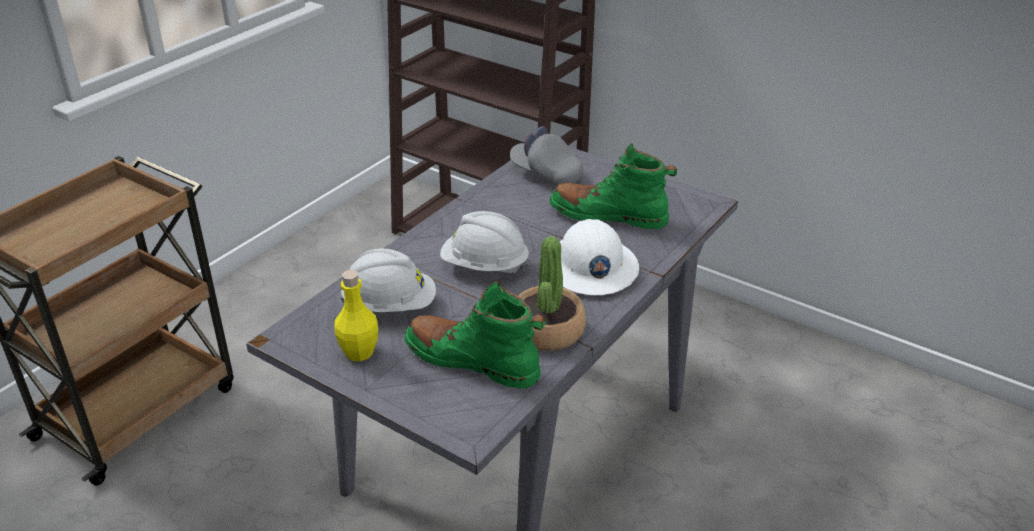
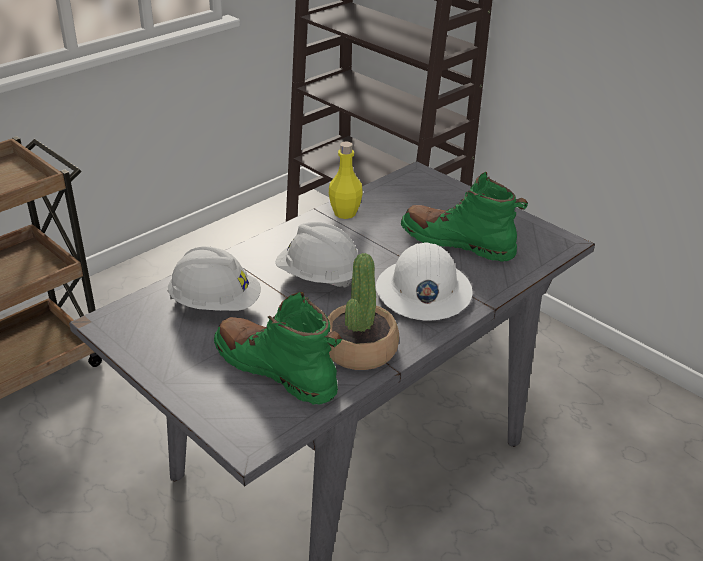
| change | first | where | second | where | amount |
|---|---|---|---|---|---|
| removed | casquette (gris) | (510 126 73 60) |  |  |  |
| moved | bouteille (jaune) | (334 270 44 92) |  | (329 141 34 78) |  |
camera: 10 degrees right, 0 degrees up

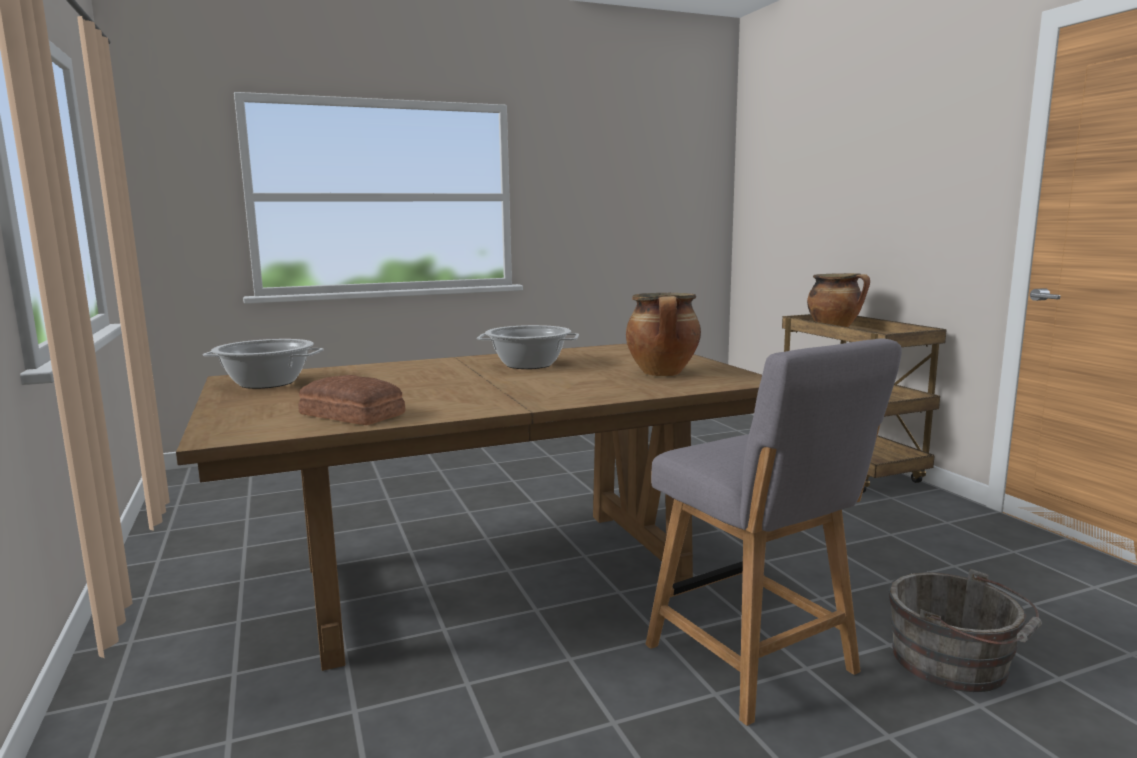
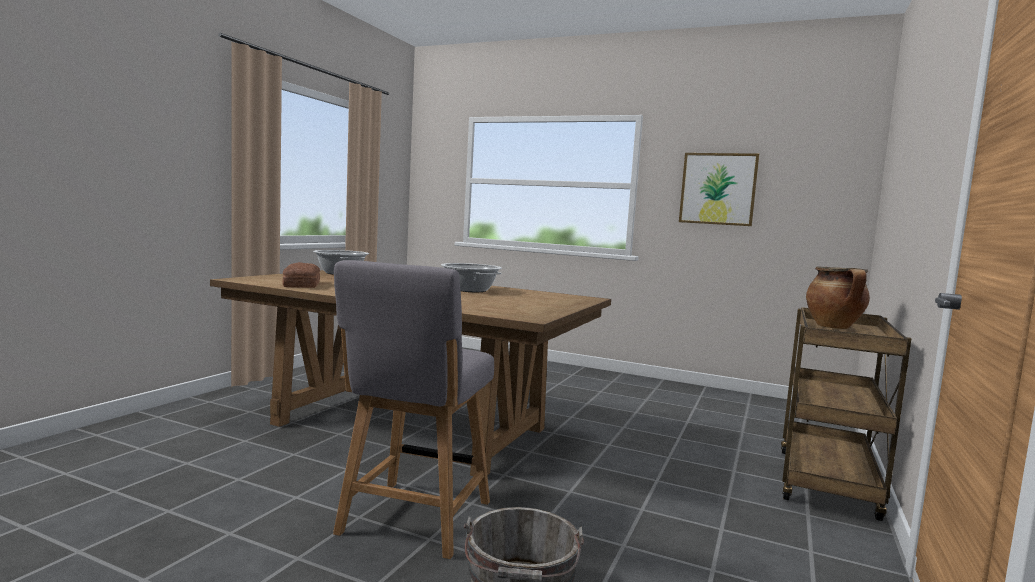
| change | first | where | second | where | amount |
|---|---|---|---|---|---|
| removed | marmite | (626 293 75 83) |  |  |  |
| added |  |  | tableau | (679 153 80 73) |  |
camera: 45 degrees right, 5 degrees down

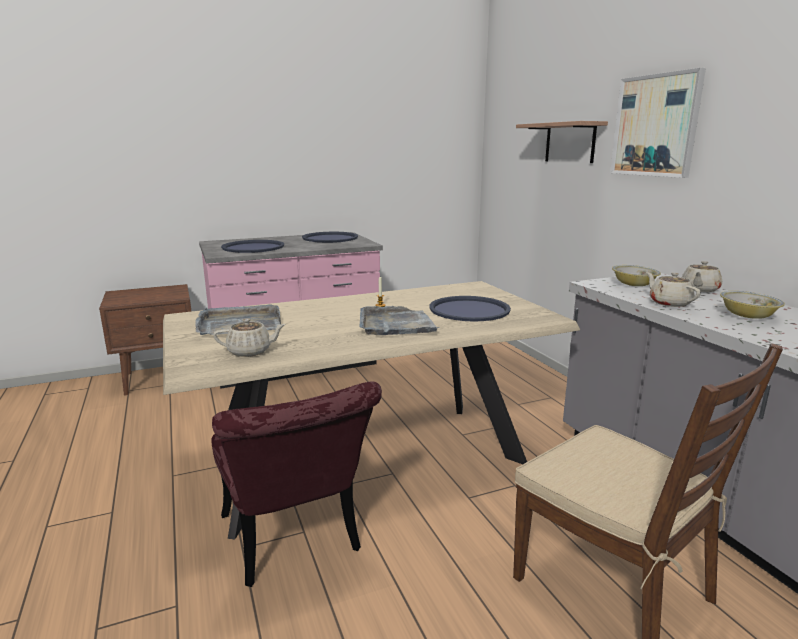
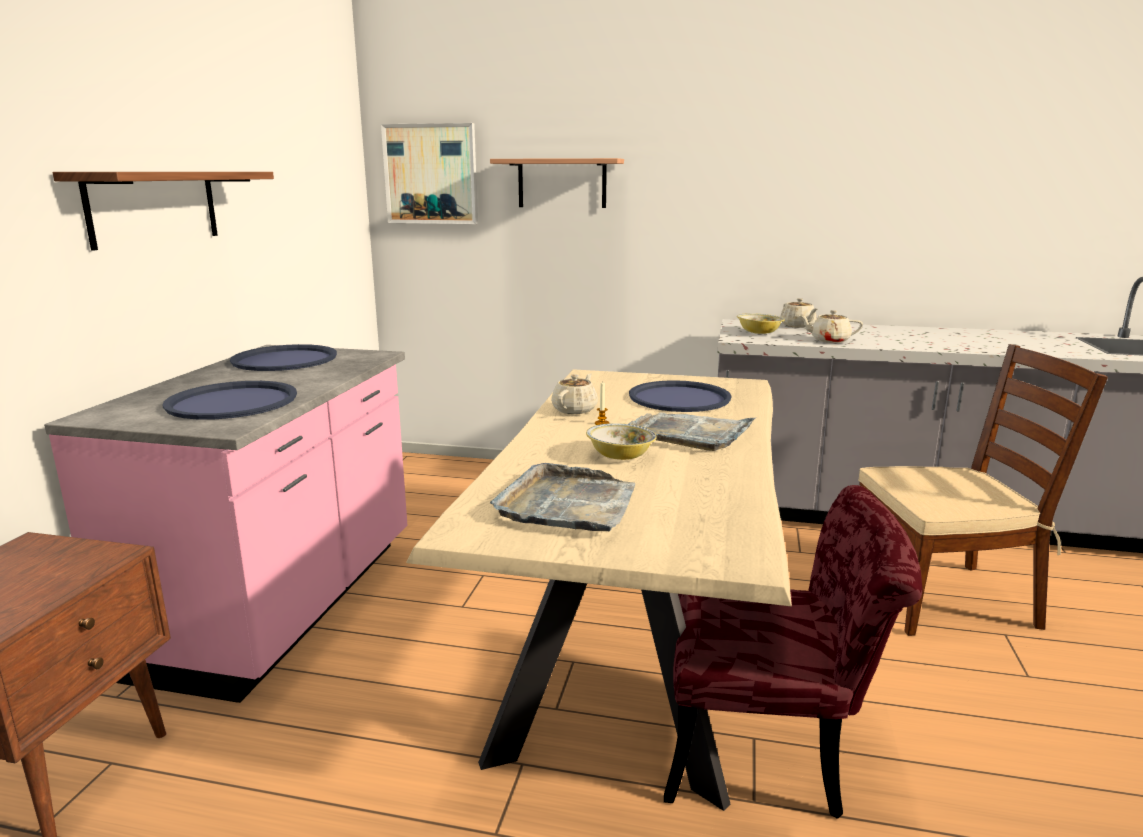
| change | first | where | second | where | amount |
|---|---|---|---|---|---|
| moved | tableau | (610 68 96 110) |  | (381 123 97 101) |  |
| moved | bol | (720 291 65 28) |  | (586 423 71 37) |  |
| moved | théière (beige) | (213 318 73 39) |  | (551 373 47 41) |  |
| added |  |  | étagère | (53 172 221 79) |  |
camera: 55 degrees left, 0 degrees up

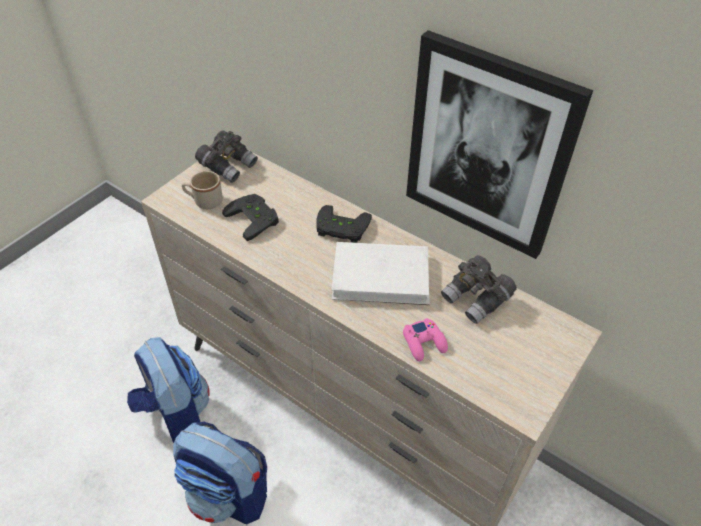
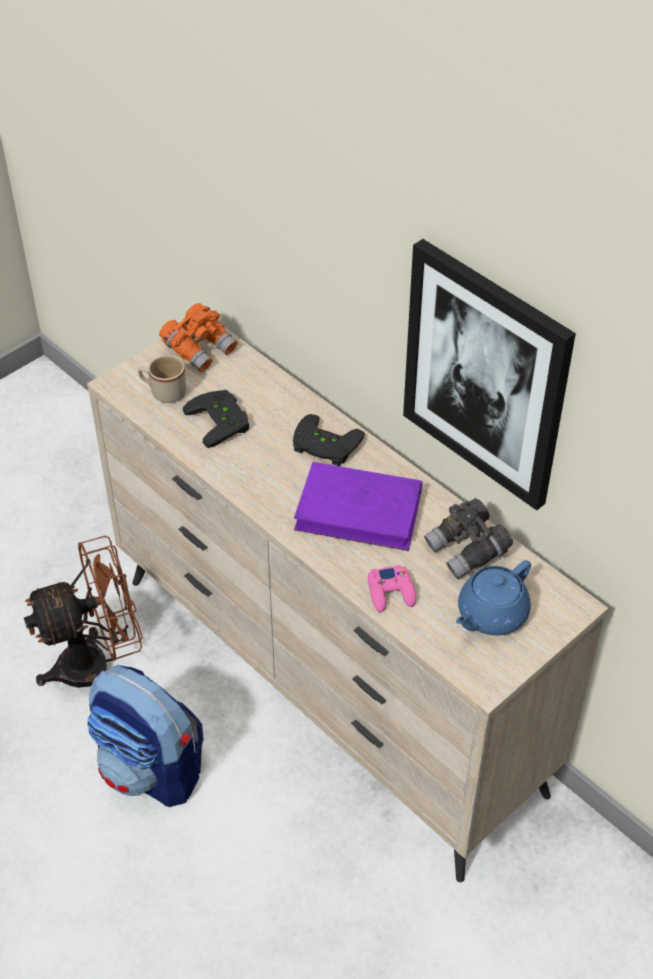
| change | first | where | second | where | amount |
|---|---|---|---|---|---|
| recoloured | jumelles (gris) | (195 130 63 53) | jumelles (orange) | (159 303 79 69) |  |
| recoloured | livre (blanc) | (332 242 98 63) | livre (violet) | (294 462 128 89) |  |
| replaced | sac à dos | (127 337 83 106) | ventilateur (marron) | (24 536 119 152) |  |
| added |  |  | théière (bleu) | (456 560 75 75) |  |
camera: 10 degrees right, 0 degrees up

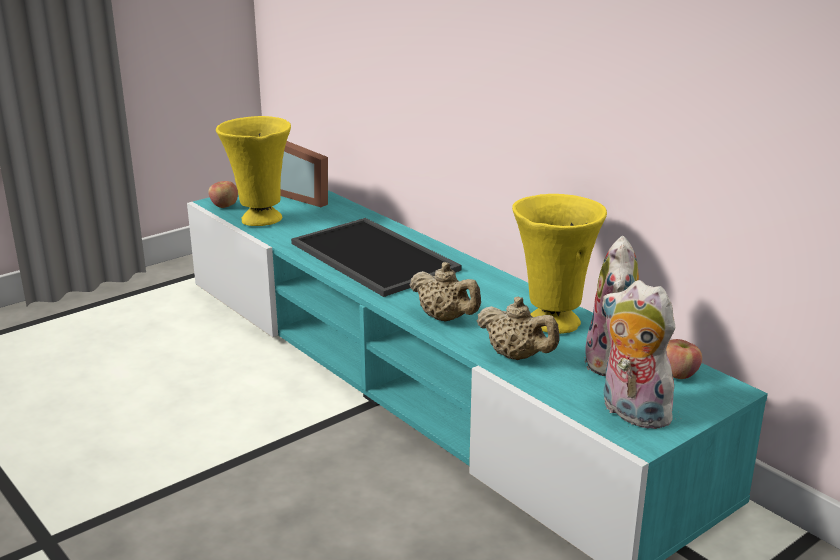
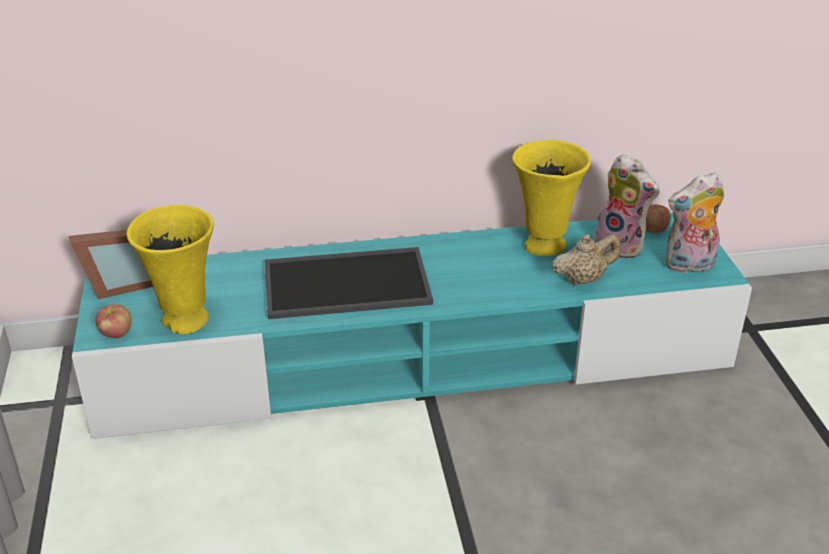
| change | first | where | second | where | amount |
|---|---|---|---|---|---|
| removed | théière (beige) | (410 262 71 60) |  |  |  |
camera: 60 degrees left, 10 degrees up

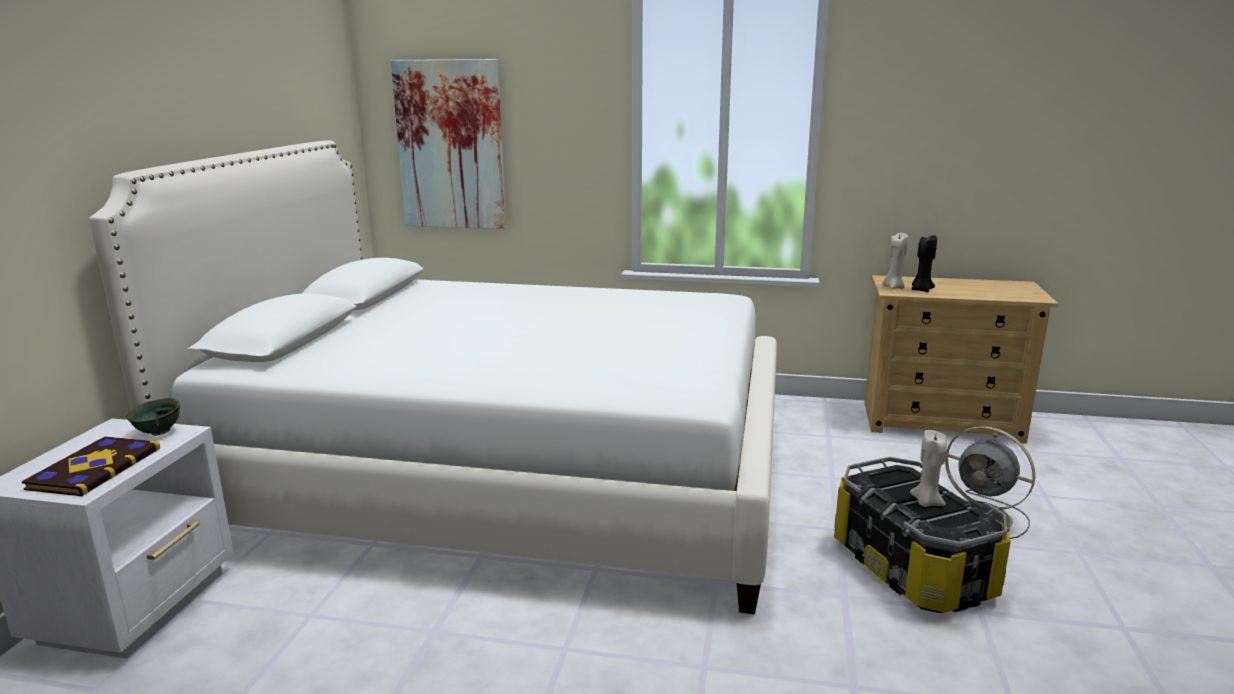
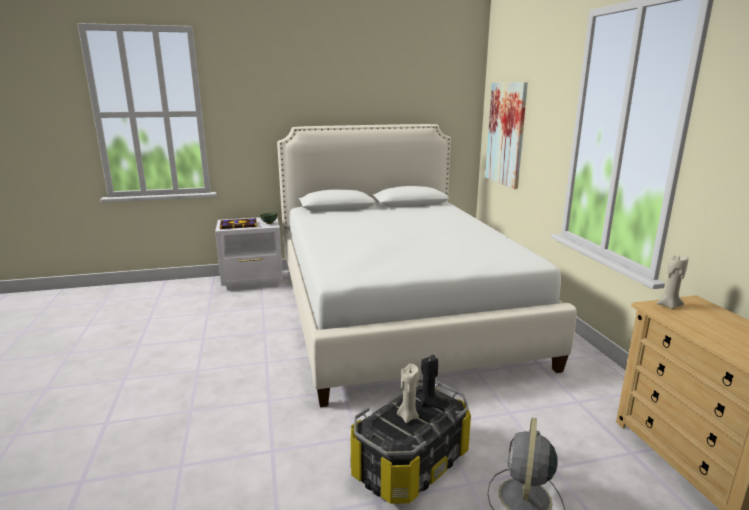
| change | first | where | second | where | amount |
|---|---|---|---|---|---|
| moved | bougie (noir) | (912 235 25 57) |  | (418 355 20 53) |  |
camera: 65 degrees right, 0 degrees up

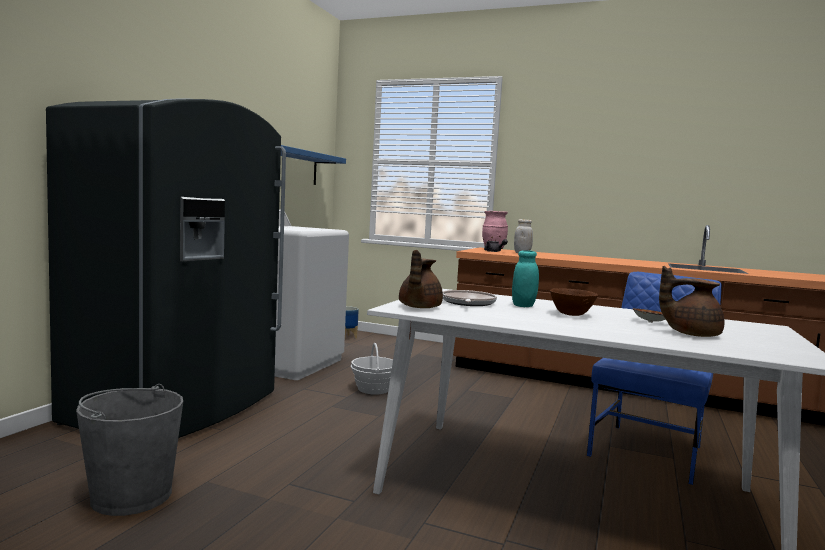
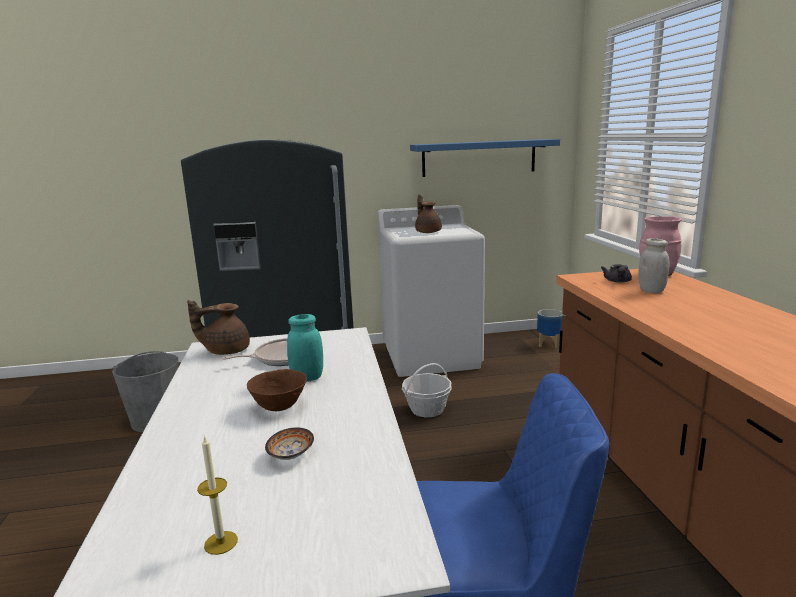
| change | first | where | second | where | amount |
|---|---|---|---|---|---|
| moved | théière (marron) | (659 266 66 71) |  | (415 194 27 39) |  |
| added |  |  | bougie | (197 435 41 120) |  |
camera: 60 degrees right, 10 degrees up

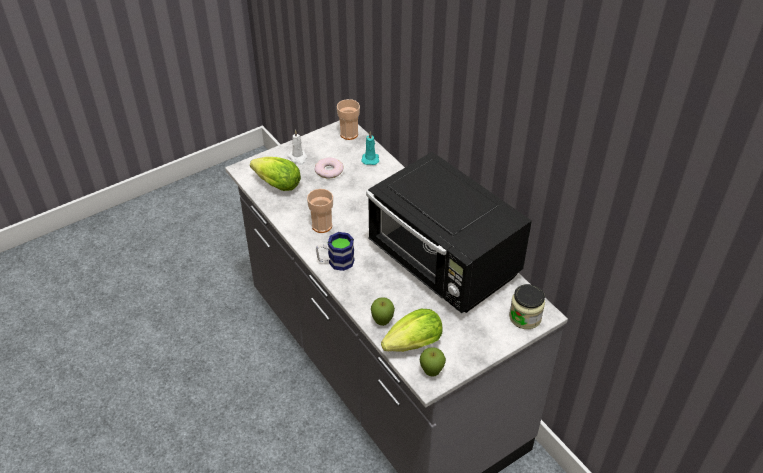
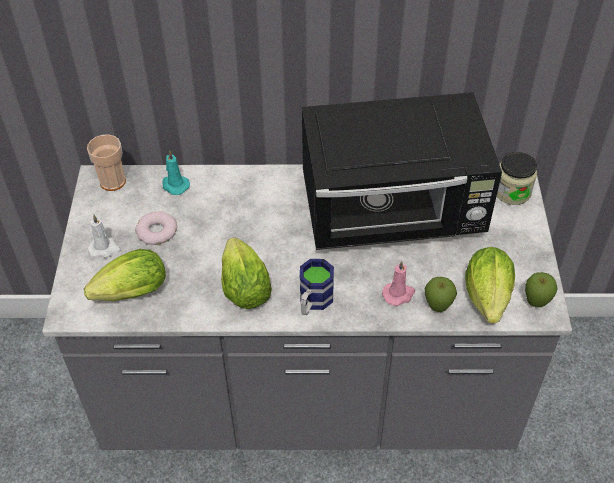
| change | first | where | second | where | amount |
|---|---|---|---|---|---|
| replaced | tasse | (307 189 26 44) | laitue | (221 237 51 72) |  |
| added |  |  | bougie (rose) | (382 261 33 45) |  |
camera: 55 degrees left, 5 degrees up

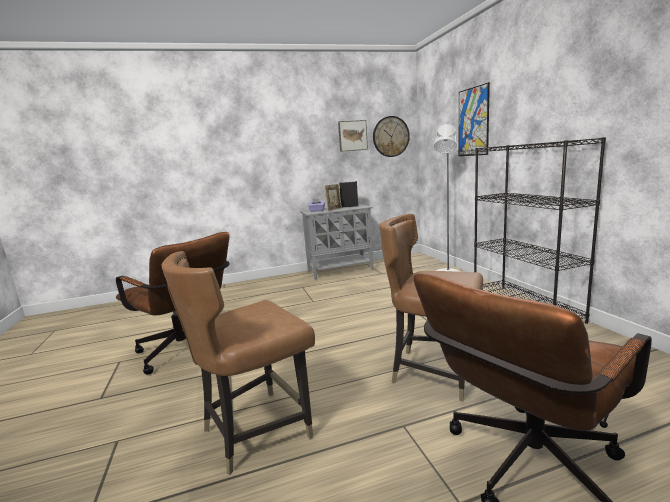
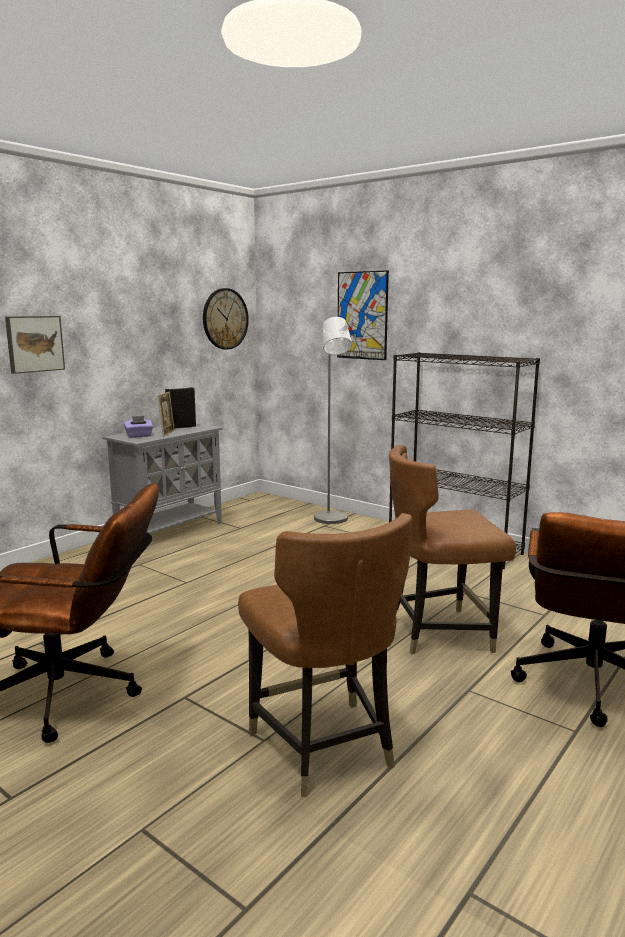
| change | first | where | second | where | amount |
|---|---|---|---|---|---|
| moved | tableau | (338 120 30 32) |  | (5 316 60 58) |  |
| turned | chaise (marron) | (162 251 153 224) |  | (238 513 174 284) | 45 degrees counterclockwise |
camera: 35 degrees left, 0 degrees up

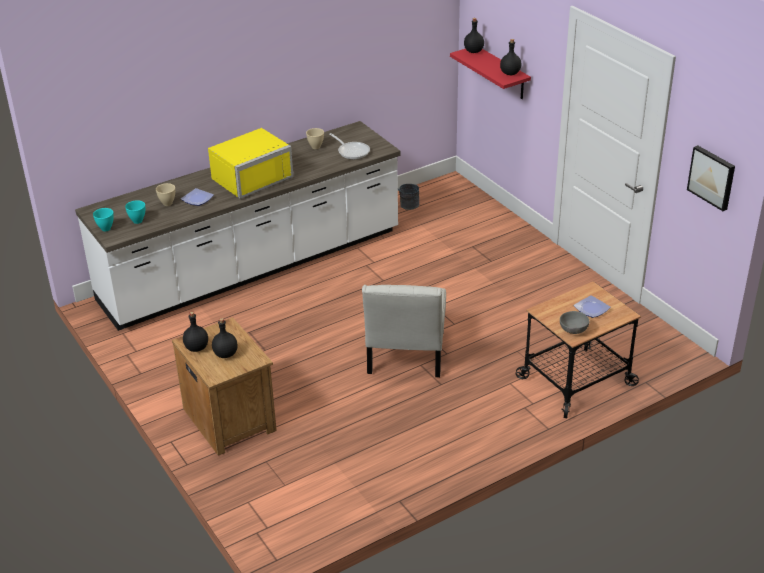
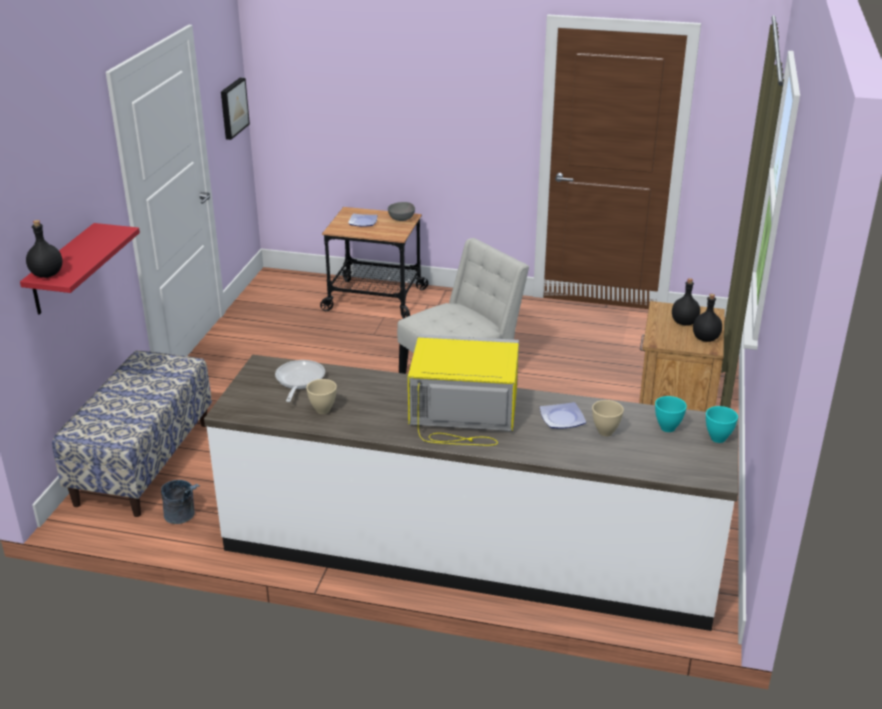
| change | first | where | second | where | amount |
|---|---|---|---|---|---|
| removed | bouteille (noir) | (500 39 22 36) |  |  |  |
| added |  |  | banc | (52 350 160 167) |  |
camera: 135 degrees left, 5 degrees down

